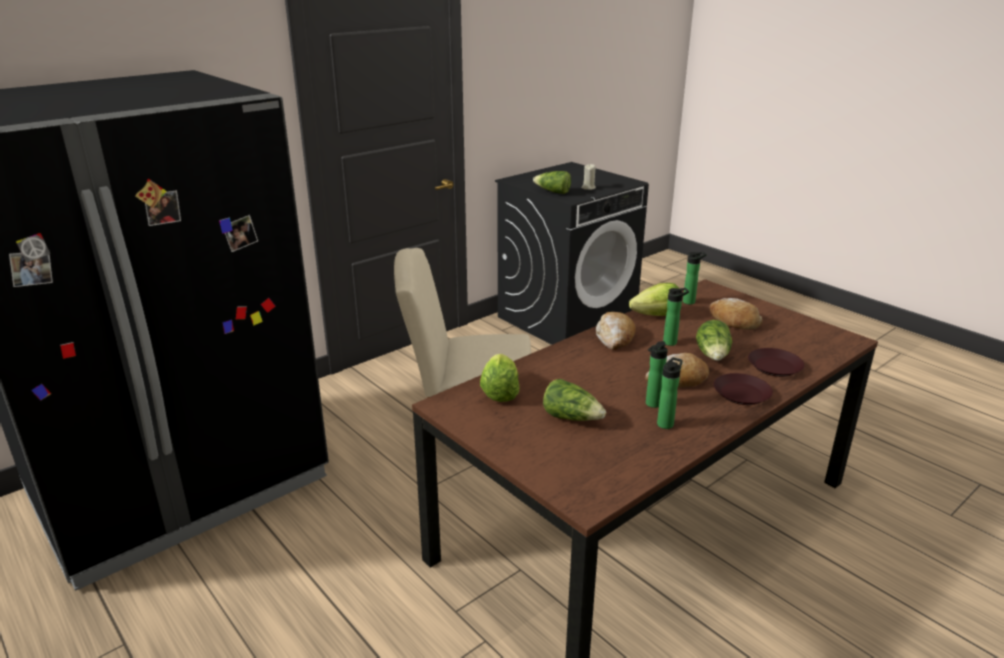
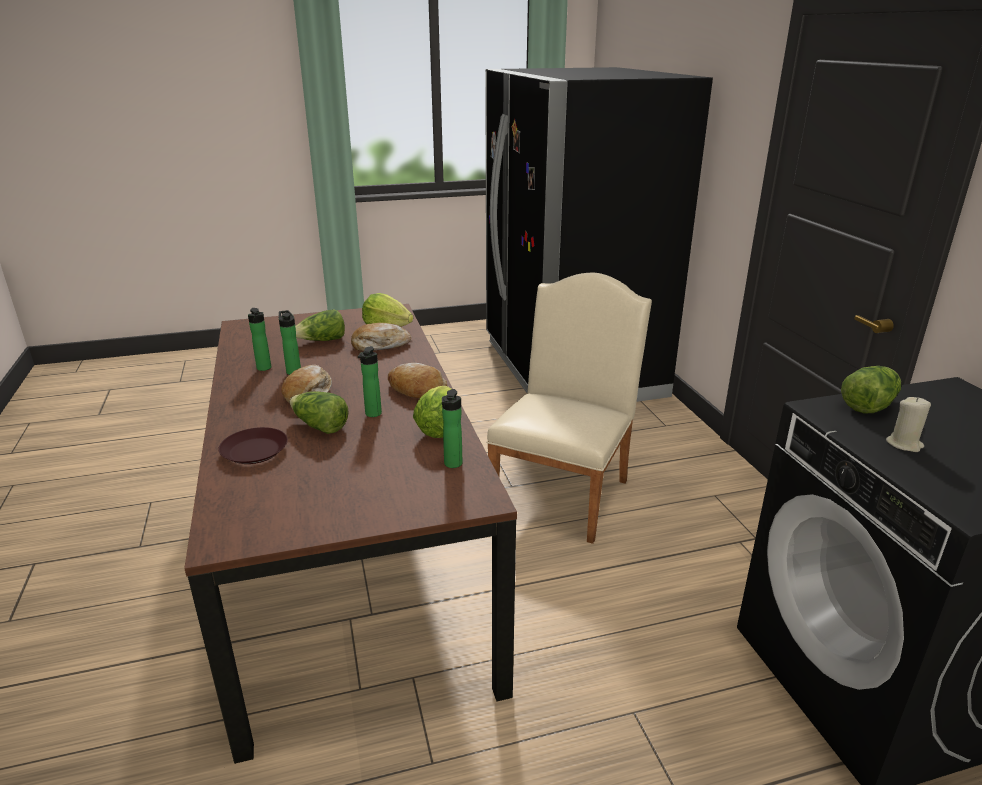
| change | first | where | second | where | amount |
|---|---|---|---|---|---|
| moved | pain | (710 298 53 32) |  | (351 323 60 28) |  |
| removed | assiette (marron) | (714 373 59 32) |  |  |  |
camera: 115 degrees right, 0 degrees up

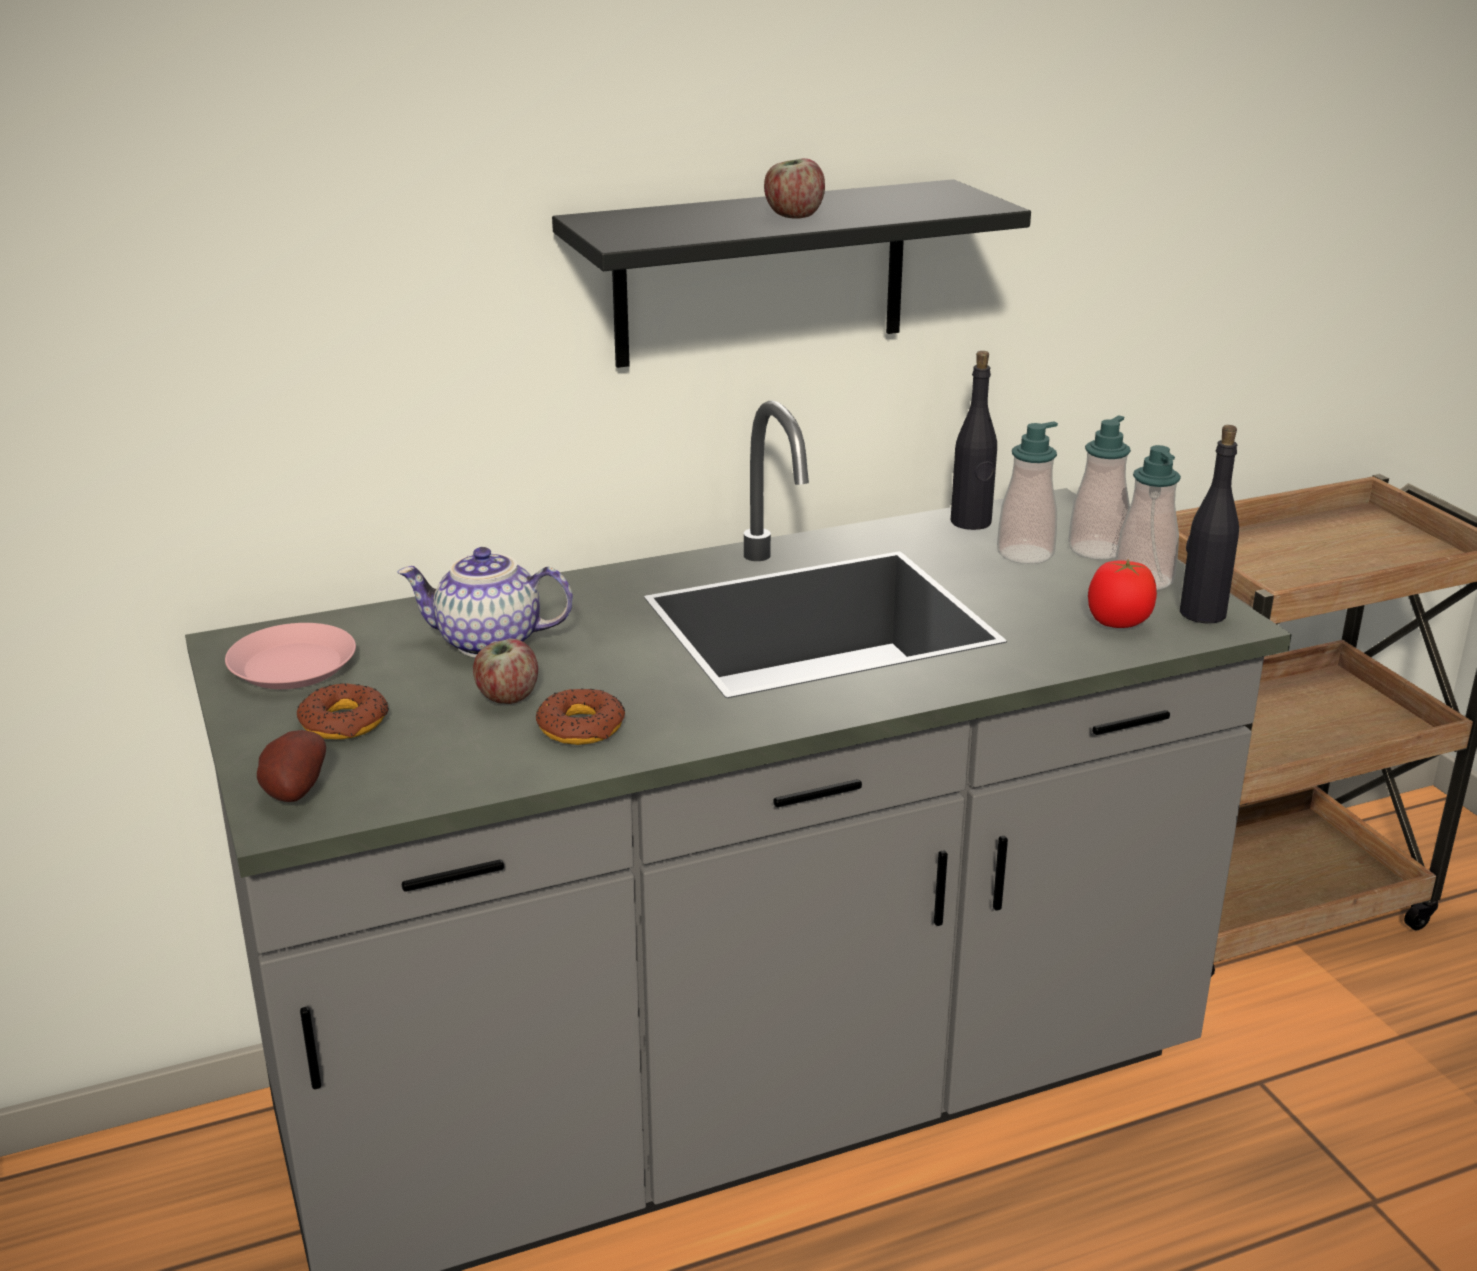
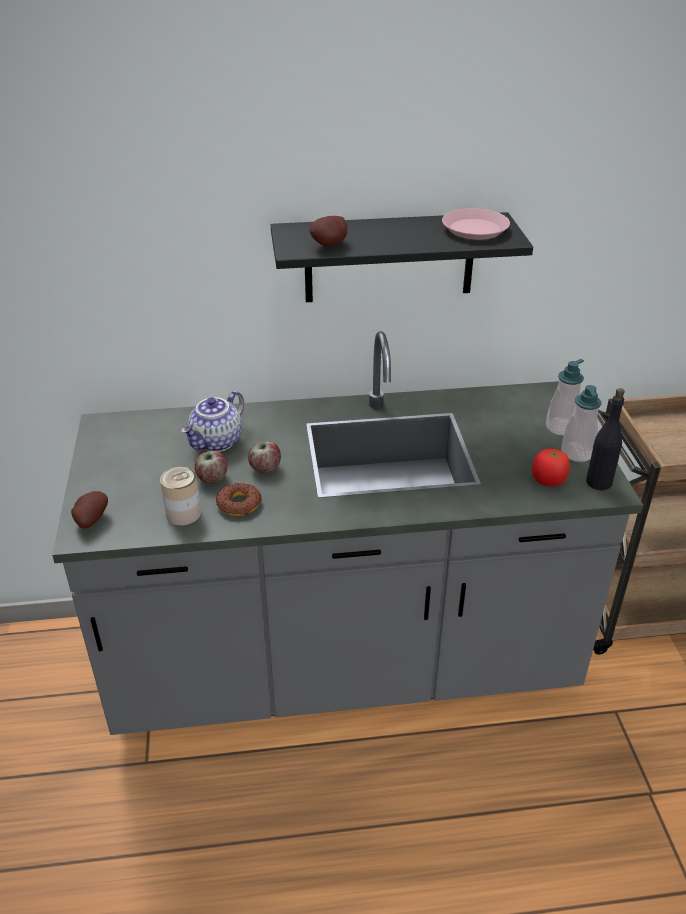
| change | first | where | second | where | amount |
|---|---|---|---|---|---|
| moved | pomme | (764 158 61 61) |  | (248 441 33 32) |  |
| removed | bouteille (noir) | (951 351 46 179) |  |  |  |
| removed | distributeur de savon | (997 421 61 143) |  |  |  |
| turned | théière | (397 547 176 110) |  | (181 391 63 61) | 75 degrees counterclockwise |
| moved | assiette (rose) | (225 623 131 66) |  | (442 208 68 32) |  |
| removed | beignet | (297 683 92 56) |  |  |  |
| added |  |  | pomme de terre | (310 216 37 31) |  |
| added |  |  | boîte métallique | (160 467 41 59) |  |
camera: 15 degrees right, 10 degrees up

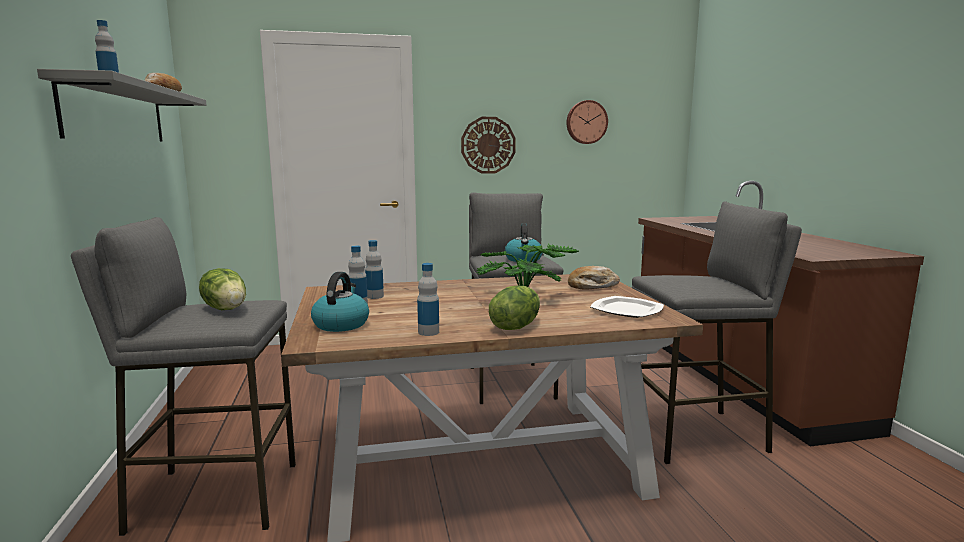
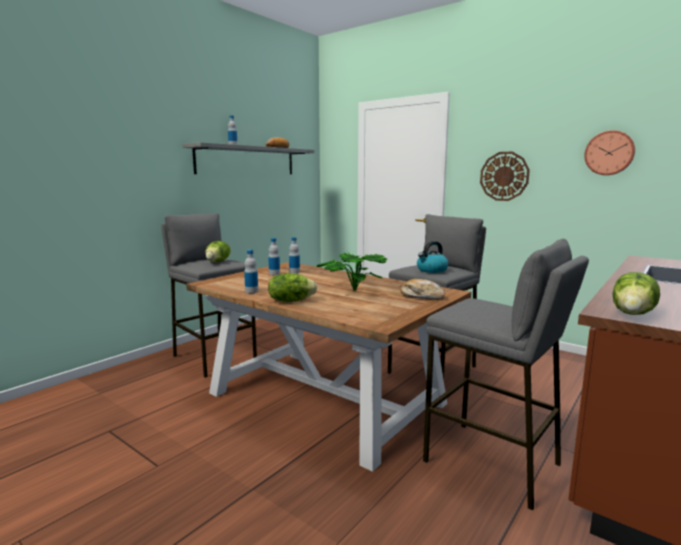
| change | first | where | second | where | amount |
|---|---|---|---|---|---|
| removed | bouilloire | (311 272 58 60) |  |  |  |
| removed | assiette | (590 296 74 22) |  |  |  |
| added |  |  | laitue | (612 272 48 43) |  |
camera: 50 degrees right, 0 degrees up

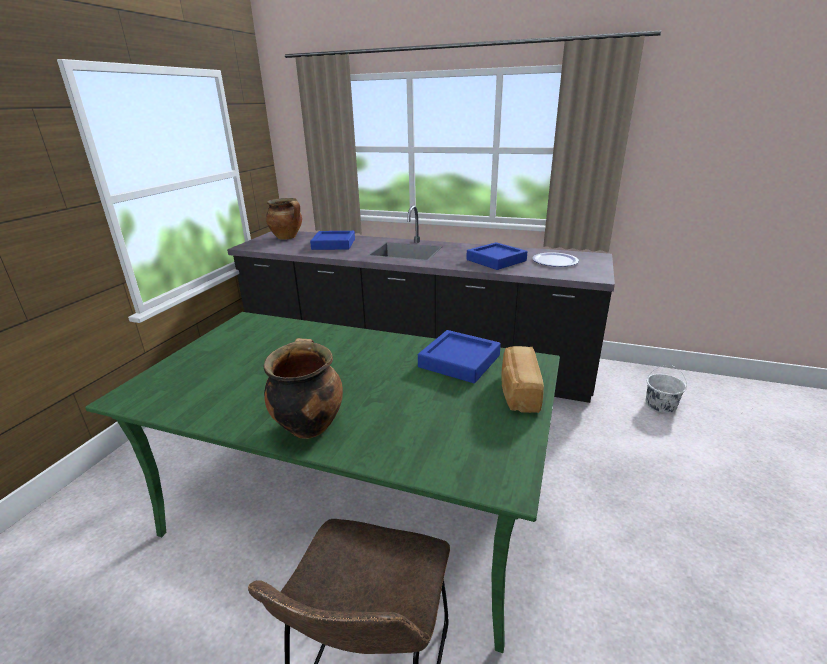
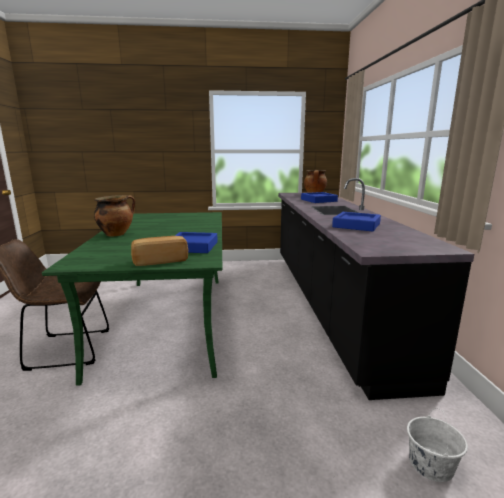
| change | first | where | second | where | amount |
|---|---|---|---|---|---|
| removed | assiette | (532 252 47 15) |  |  |  |
camera: 65 degrees right, 10 degrees down

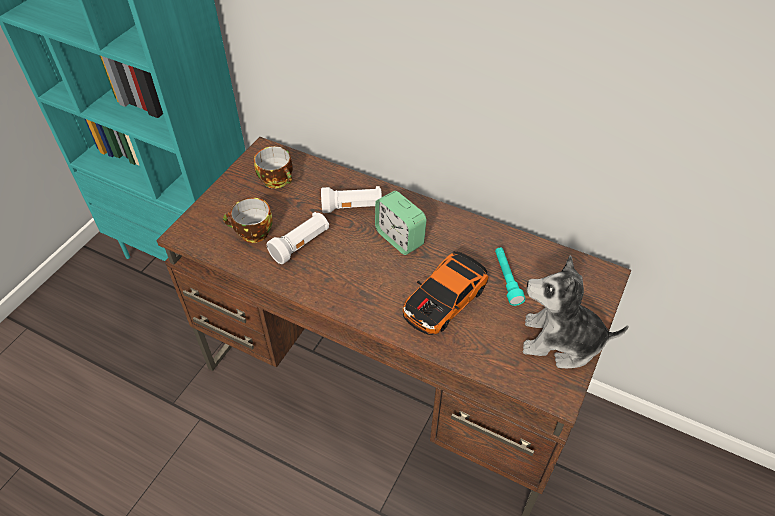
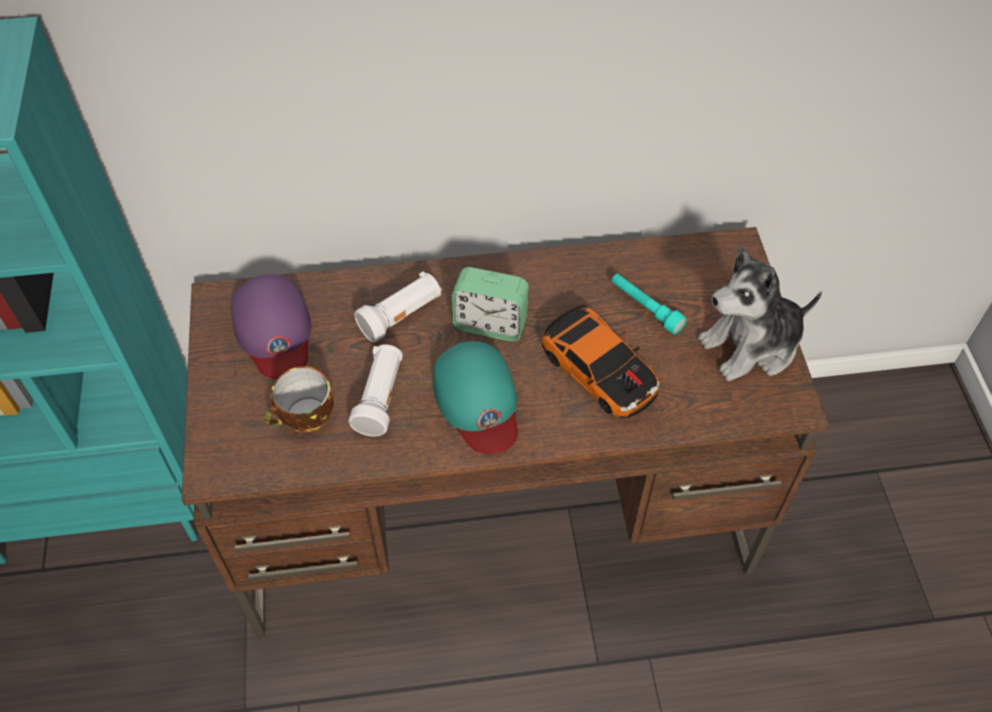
| change | first | where | second | where | amount |
|---|---|---|---|---|---|
| replaced | tasse | (254 146 39 43) | casquette (violet) | (231 274 80 105) |  |
| turned | petite voiture | (403 251 85 84) |  | (542 305 118 113) | 45 degrees counterclockwise |
| added |  |  | casquette (turquoise) | (433 341 85 113) |  |
camera: 35 degrees left, 5 degrees up

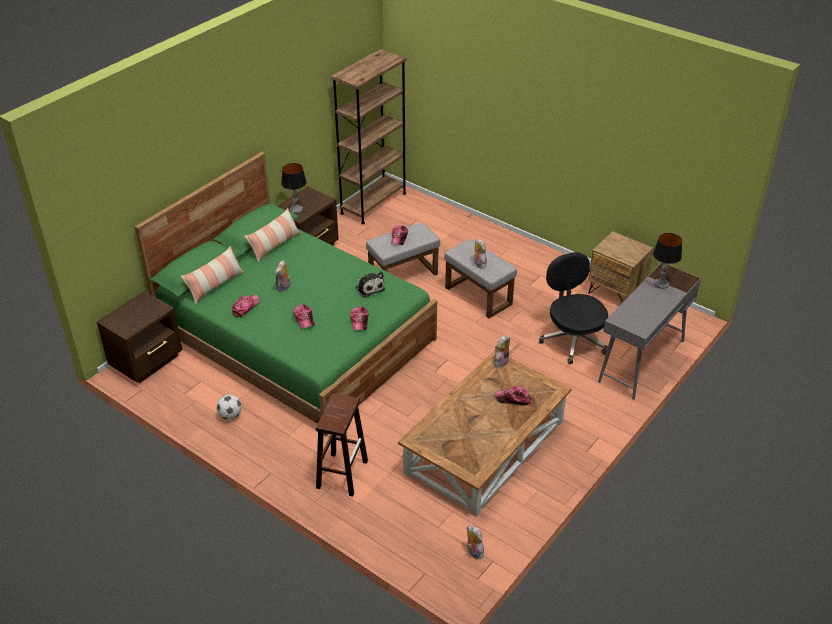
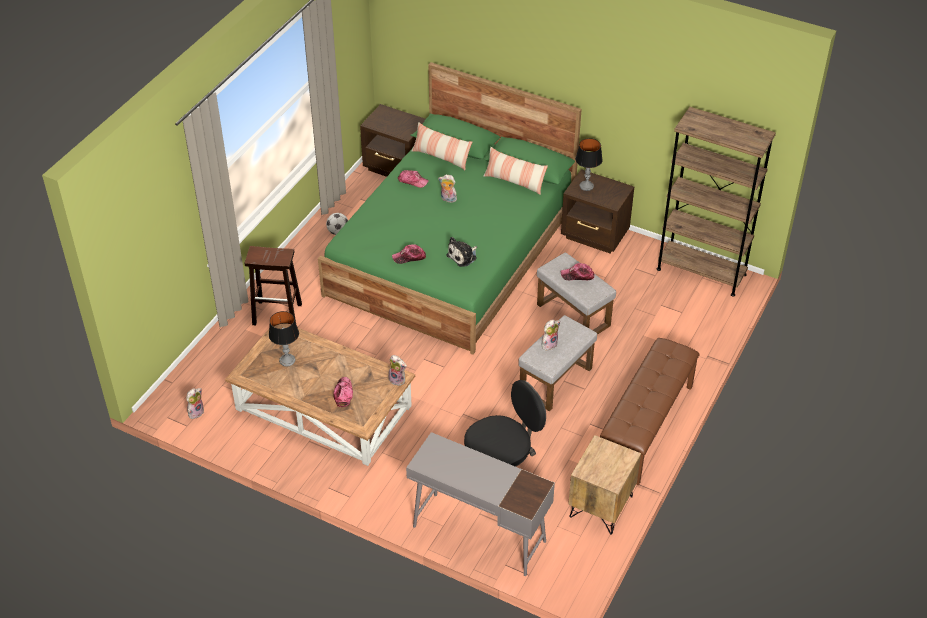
| change | first | where | second | where | amount |
|---|---|---|---|---|---|
| moved | lampe de table | (653 233 29 56) |  | (269 311 30 55) |  |
| removed | casquette | (293 304 22 25) |  |  |  |
| added |  |  | banc (marron) | (600 338 100 147) |  |
camera: 80 degrees right, 5 degrees up

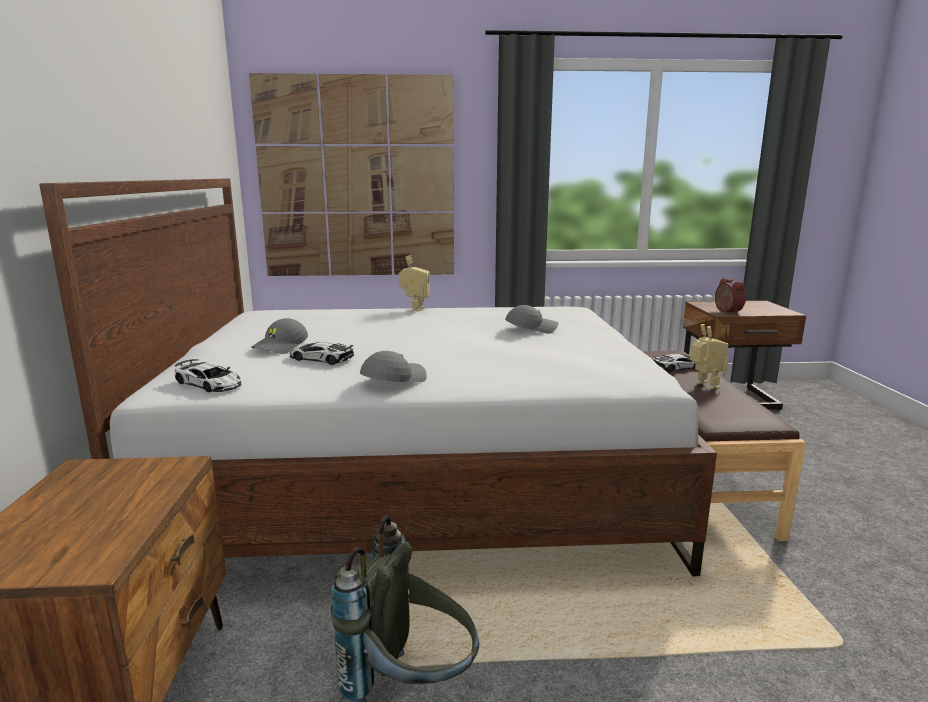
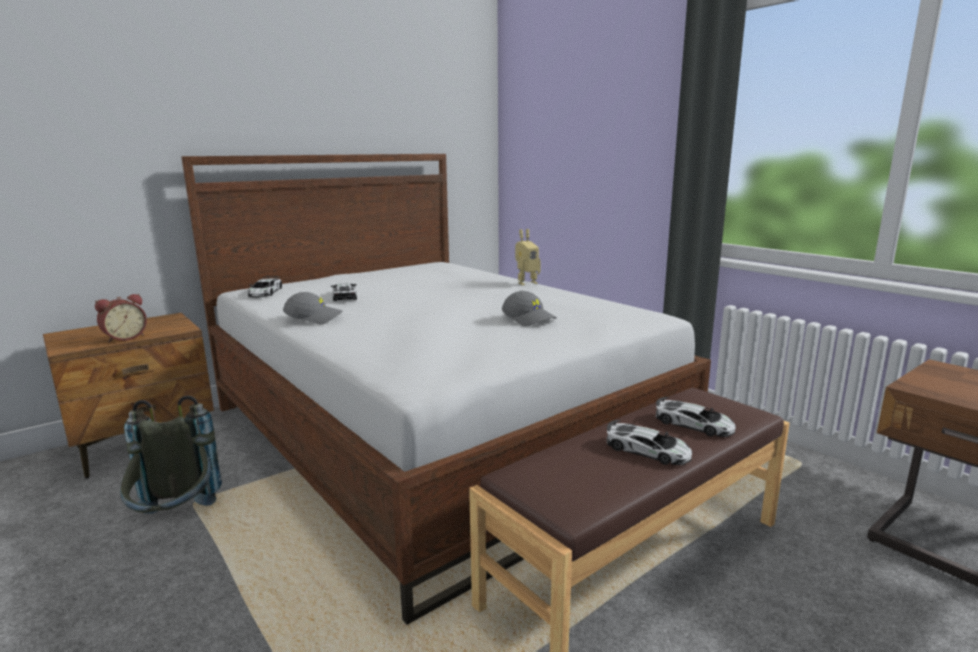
| change | first | where | second | where | amount |
|---|---|---|---|---|---|
| removed | tableau | (249 73 205 203) |  |  |  |
| moved | réveil | (715 277 31 37) |  | (95 294 52 49) |  |
| removed | casquette (gris) | (251 318 57 36) |  |  |  |
| replaced | robot jouet | (690 324 38 65) | petite voiture | (607 420 85 45) |  |
camera: 55 degrees right, 0 degrees up

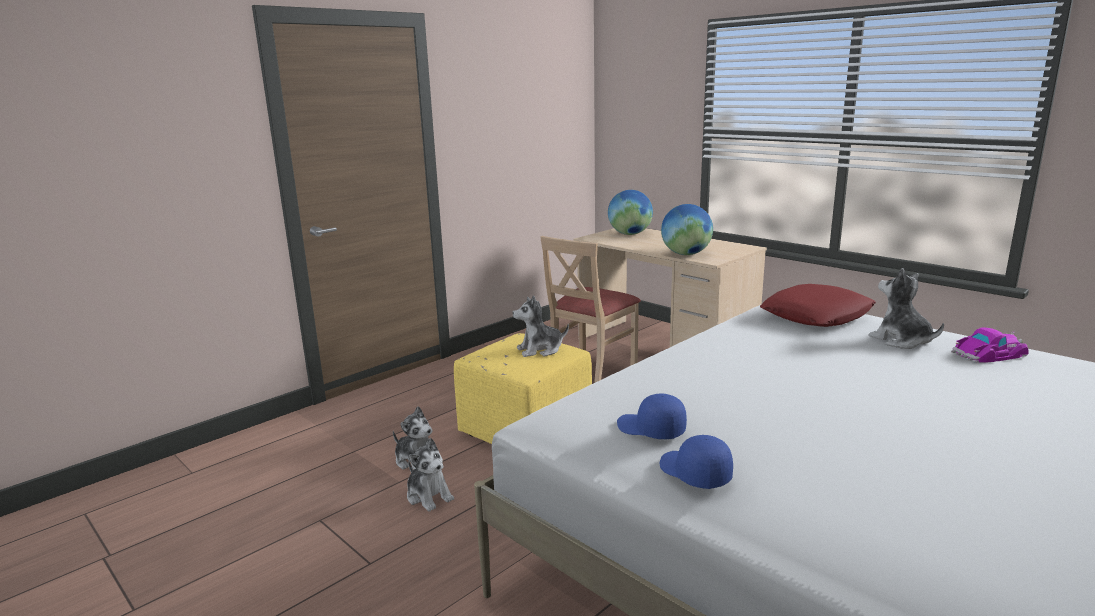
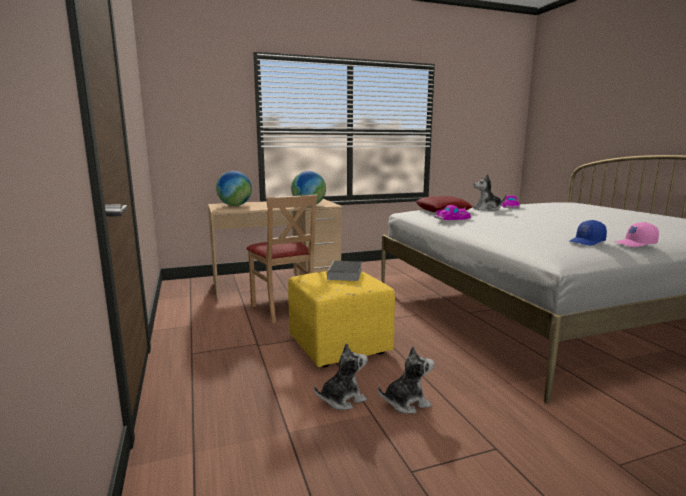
| change | first | where | second | where | amount |
|---|---|---|---|---|---|
| replaced | peluche | (512 295 57 62) | livre | (327 261 35 20) |  |
| recoloured | casquette (bleu) | (660 435 73 54) | casquette (rose) | (615 222 44 25) |  |
| added |  |  | petite voiture | (434 205 37 15) |  |
camera: 65 degrees left, 5 degrees down

